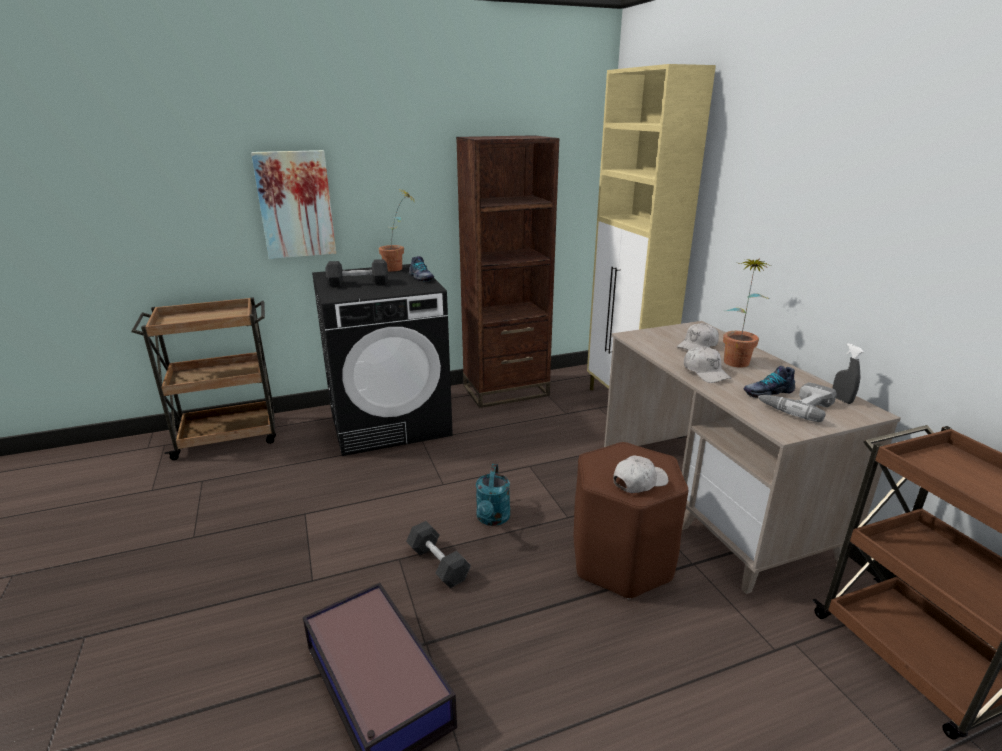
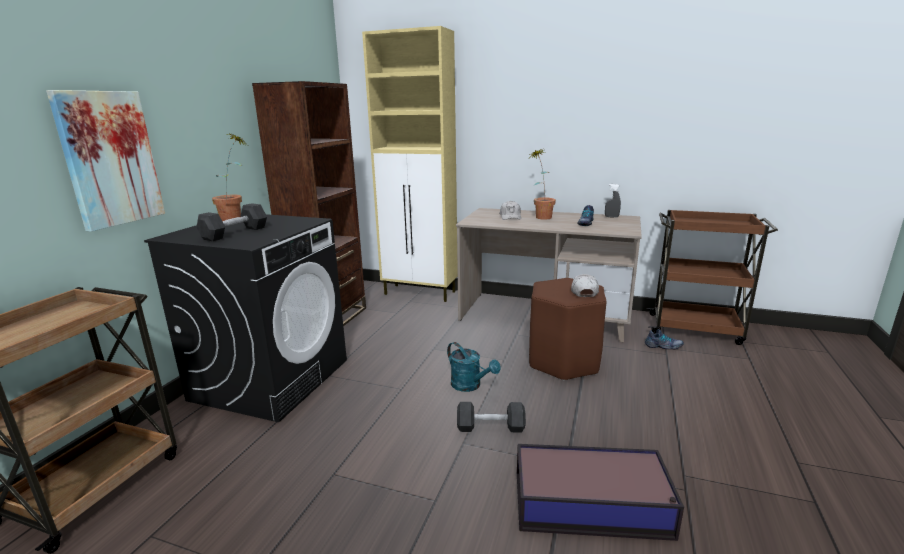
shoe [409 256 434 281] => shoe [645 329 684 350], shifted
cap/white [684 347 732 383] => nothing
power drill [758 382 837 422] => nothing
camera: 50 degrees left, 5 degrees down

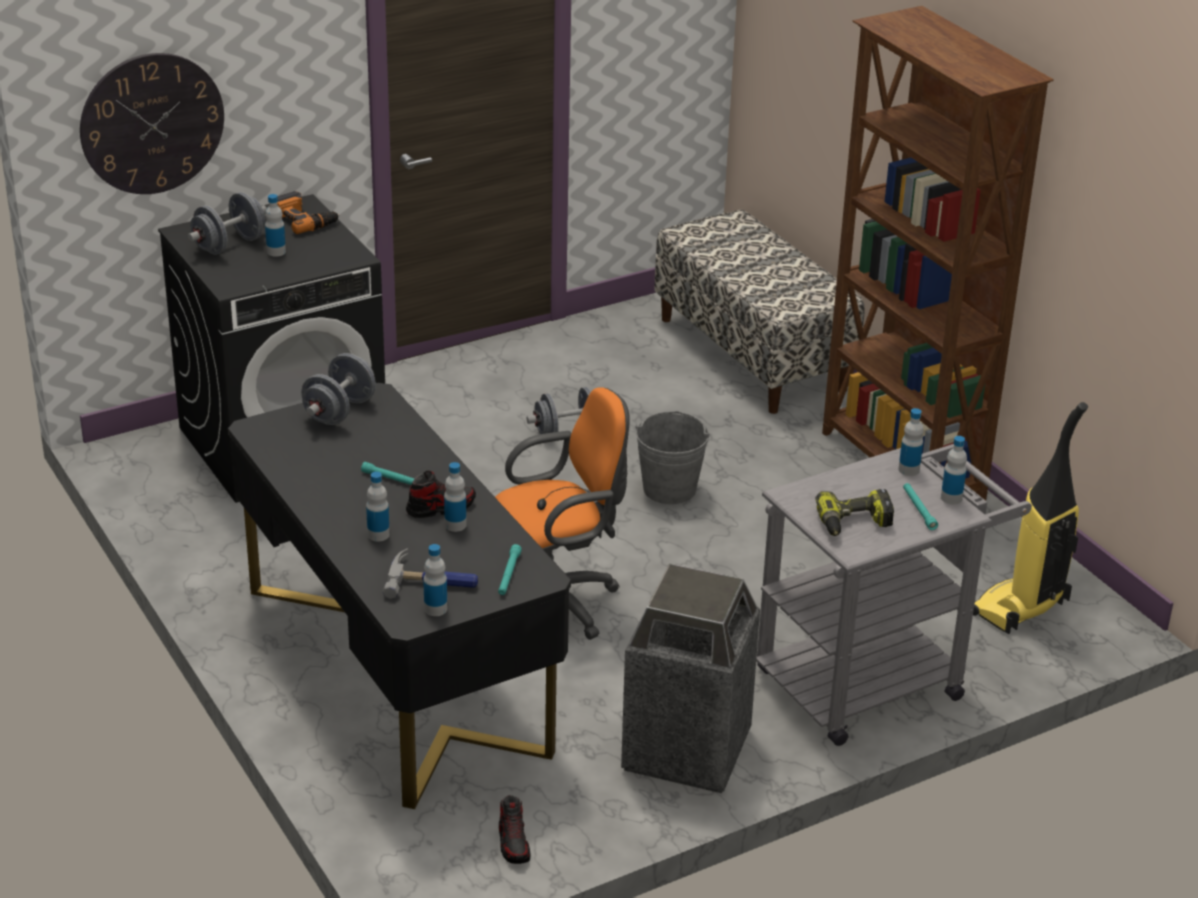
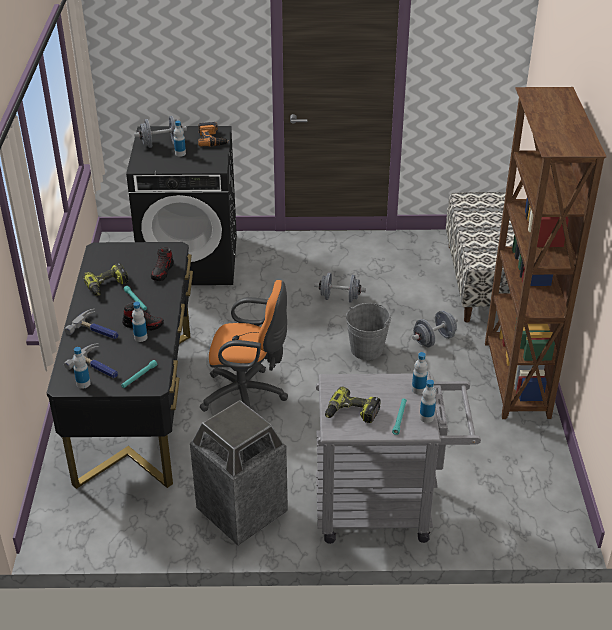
wall clock [80 53 224 194] => nothing
dumbbell/grey [301 353 376 425] => dumbbell/grey [412 310 458 347], shifted
bottle [366 472 390 542] => hammer [64 309 118 339]
shoe [499 795 531 864] => shoe [151 247 174 281], shifted
vacuum cleaner [973 402 1088 634] => nothing
nothing => power drill [82 263 129 296]
camera: 30 degrees right, 5 degrees up

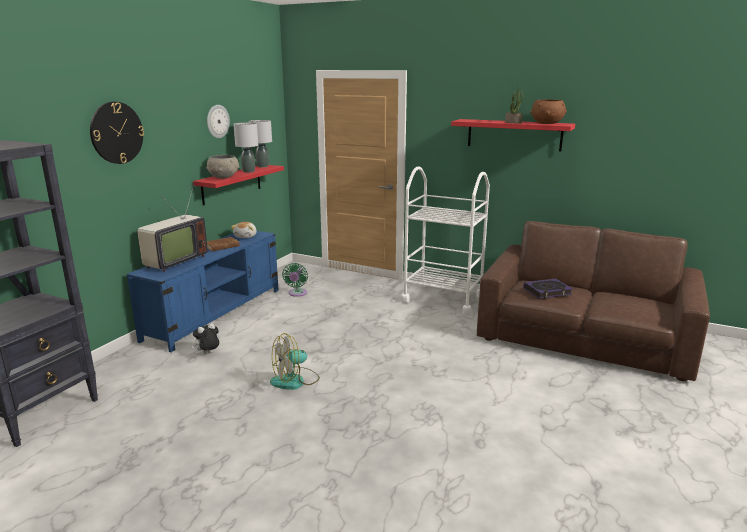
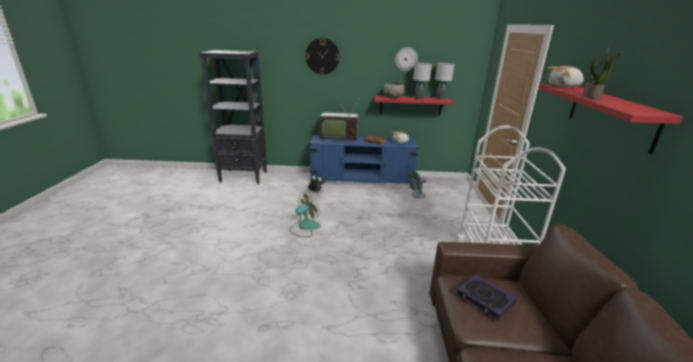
fan [270 333 320 390] => fan [289 192 321 237], 105 degrees clockwise
bowl/brown [530 100 567 124] => nothing
nothing => plush toy [547 66 584 87]
camera: 65 degrees right, 5 degrees up

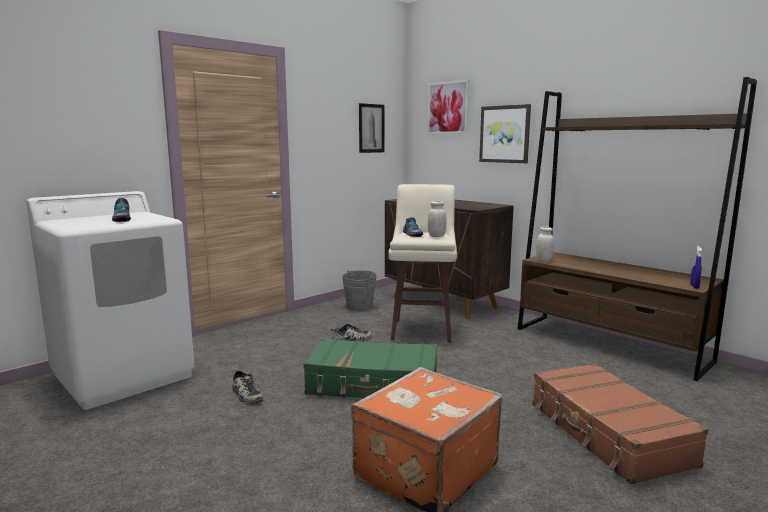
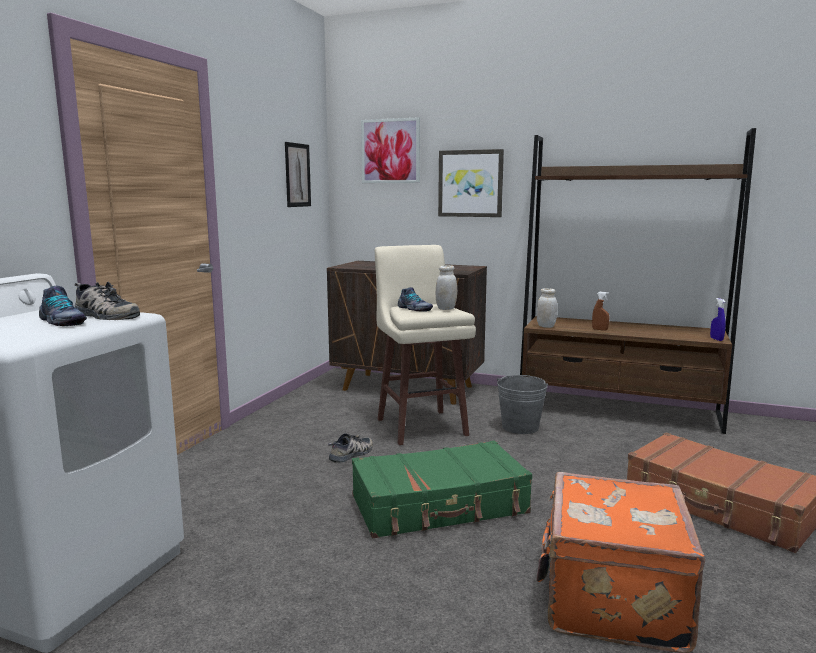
shoe [232 368 263 405] => shoe [74 282 140 320], shifted
bucket/grey [342 270 377 311] => bucket/grey [497 375 548 434], shifted
nothing => spray bottle/brown [592 292 610 331]
camera: 25 degrees left, 0 degrees up

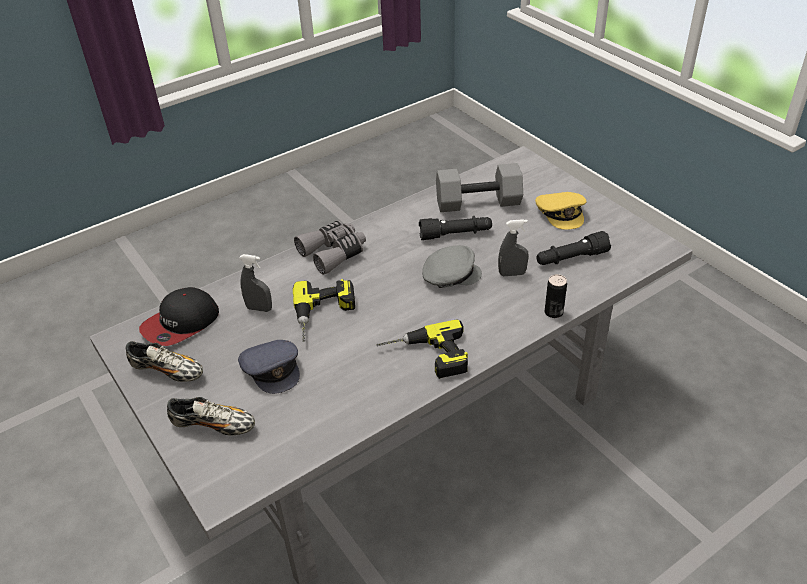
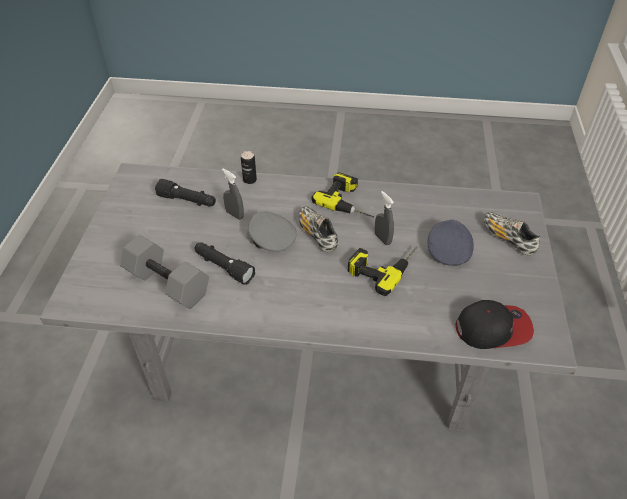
shoe [125 341 203 382] => shoe [298 206 338 252], shifted
spray bottle/grey [239 254 272 312] => spray bottle/grey [375 191 394 245], shifted
binoculars/grey [294 220 366 275] => nothing
cap/yellow [535 192 587 230] => nothing
camera: 140 degrees left, 5 degrees up

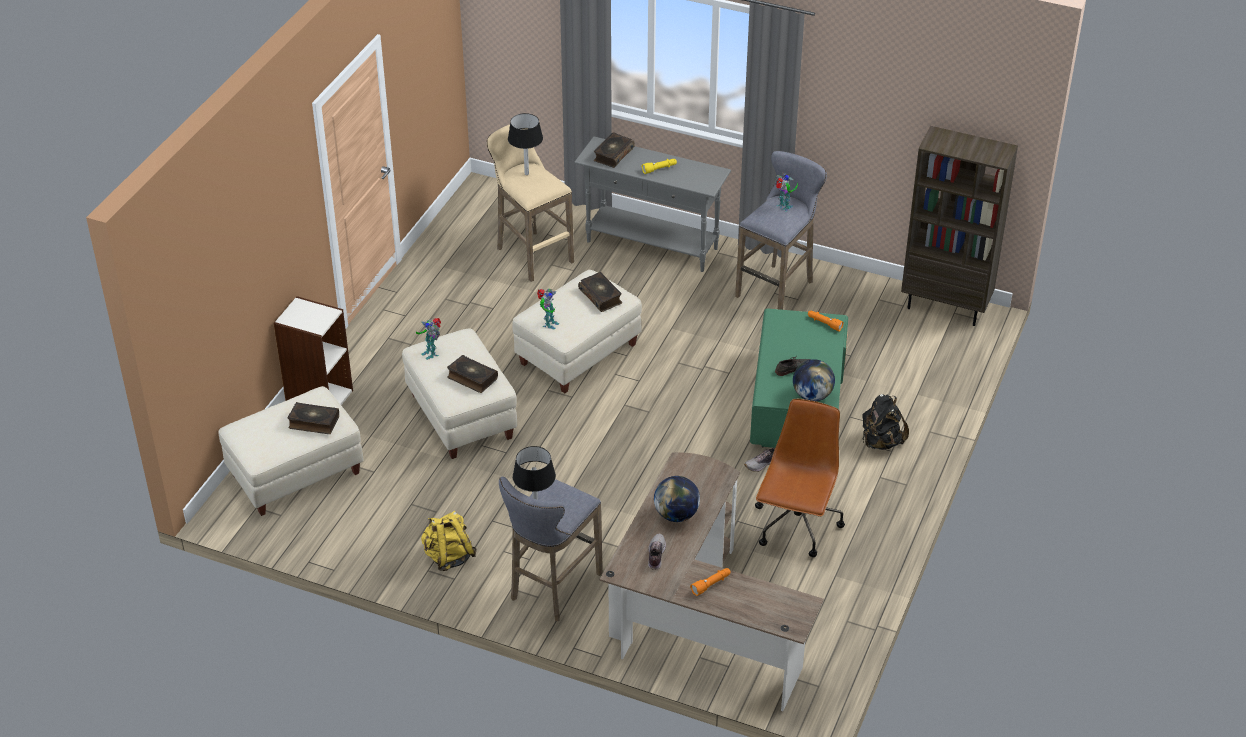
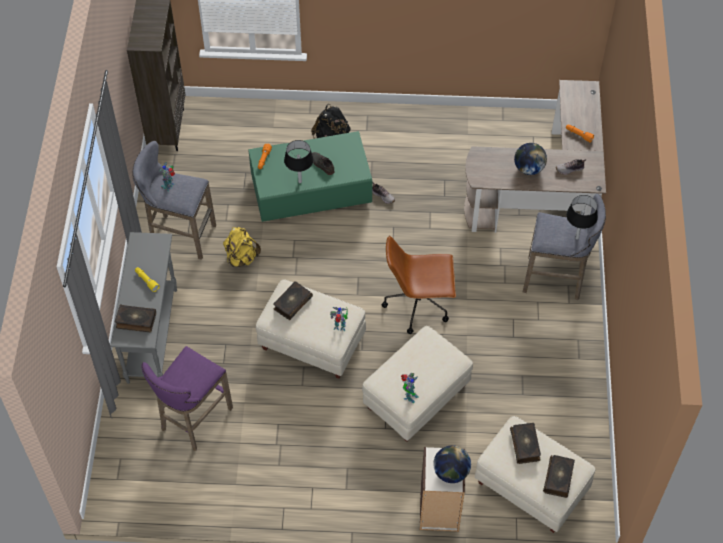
backpack/yellow [421 511 477 571] => backpack/yellow [223 227 261 267], shifted
book [447 355 498 393] => book [543 455 575 498], shifted
stool/beige [487 122 574 282] => stool/purple [141 346 233 451]
table lamp/black [508 113 543 175] => table lamp/black [284 140 314 183], shifted
office chair/brown [755 399 845 557] => office chair/brown [382 235 456 334], shifted
globe [793 359 835 401] => globe [433 445 471 483], shifted
camera: 110 degrees left, 15 degrees up

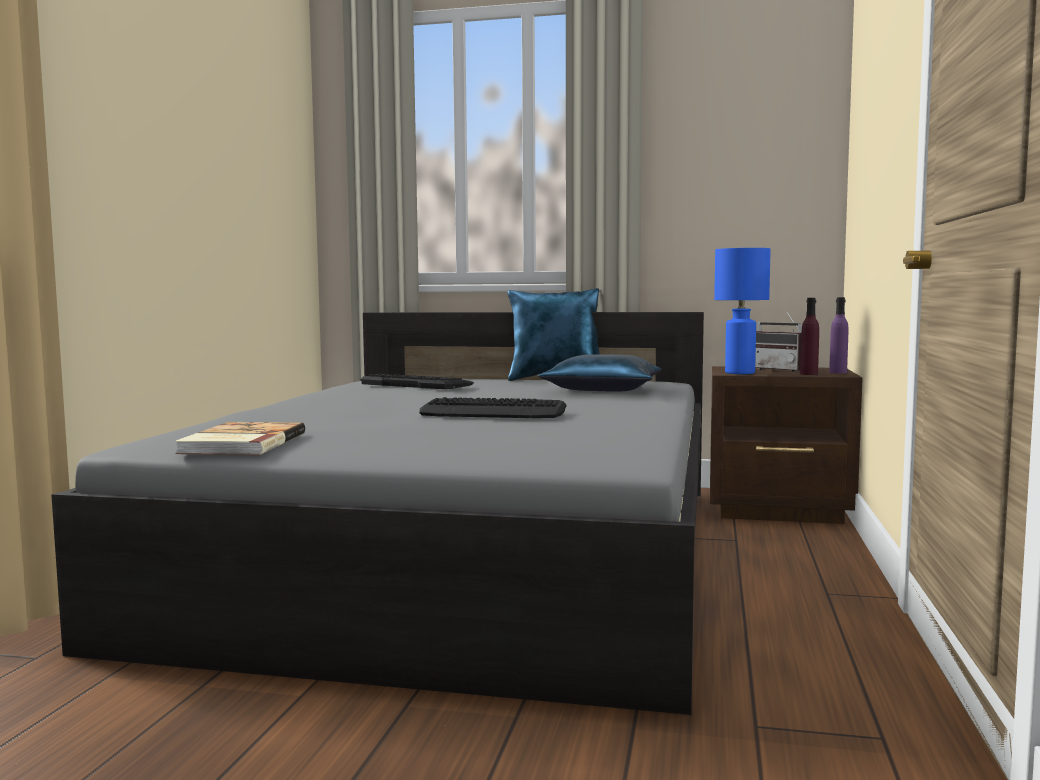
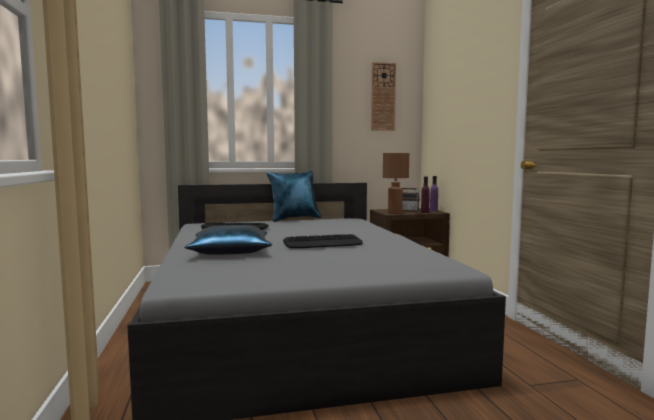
book [175 422 305 455] => nothing
pillow/blue [538 354 661 391] => pillow/blue [185 225 272 255], shifted
table lamp/blue [714 248 771 374] => table lamp/brown [383 153 409 214]
nothing => wall clock [371 62 396 131]
camera: 25 degrees left, 0 degrees up

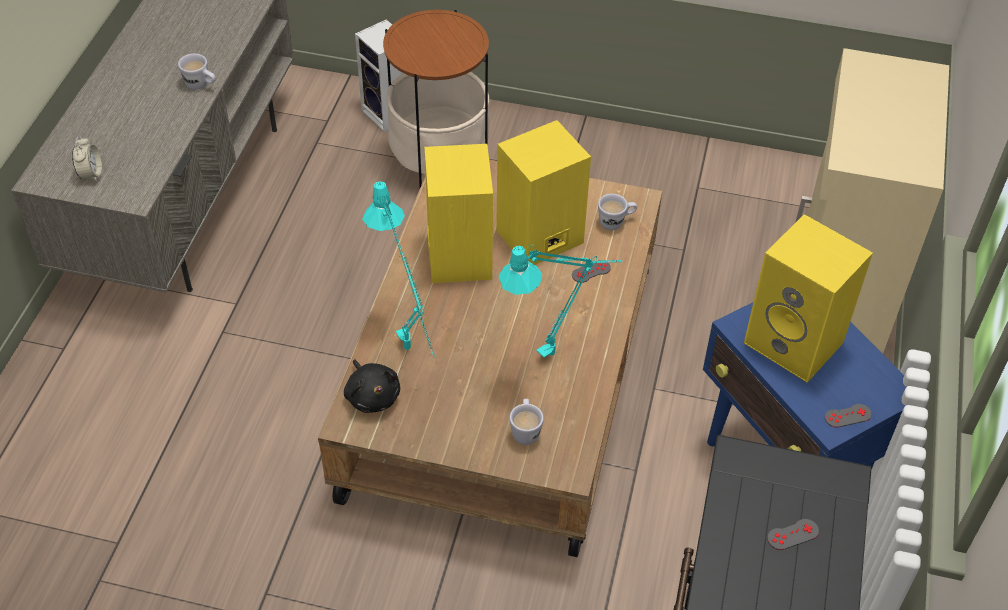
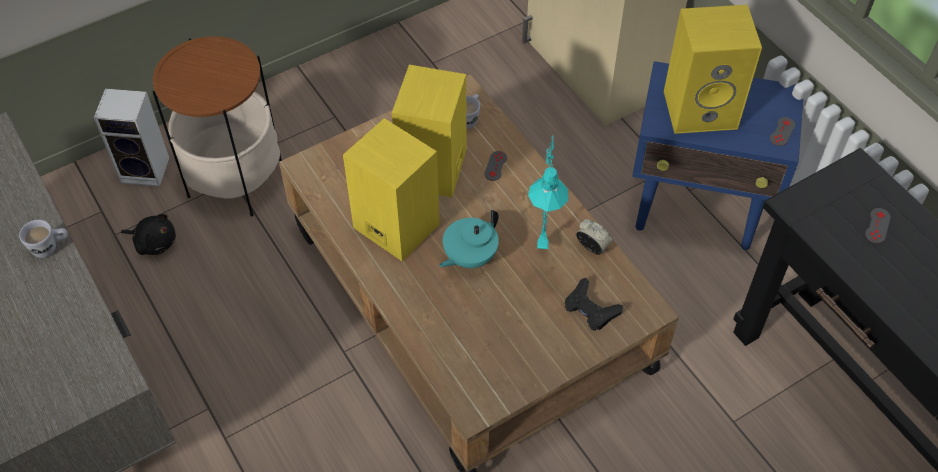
alarm clock [72 137 103 182] => alarm clock [576 219 612 255], shifted
plush toy/black [344 360 400 413] => plush toy/black [121 214 176 255], shifted
table lamp/turquoise [362 182 436 360] => nothing
mug/white [510 399 544 445] => game controller/black [565 278 623 331]
nothing => teapot/turquoise [439 210 499 268]
camera: 45 degrees left, 5 degrees up

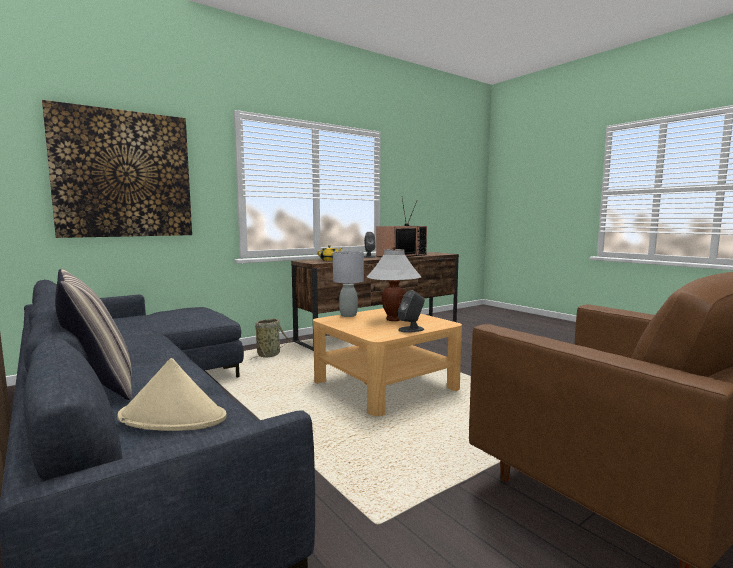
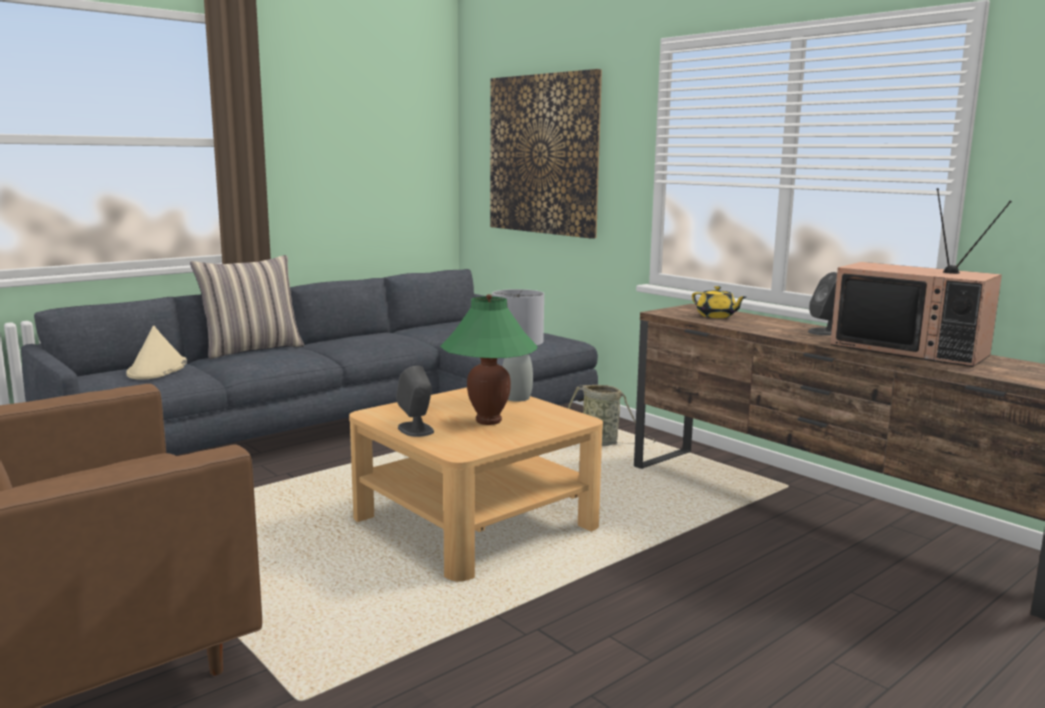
table lamp/white [367 247 421 321] => table lamp/green [440 294 537 425]
camera: 85 degrees right, 5 degrees up

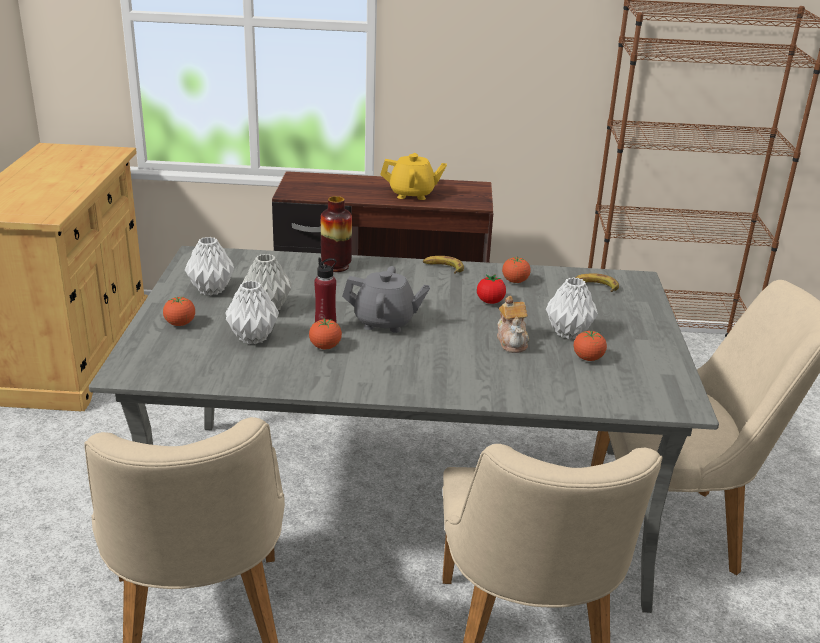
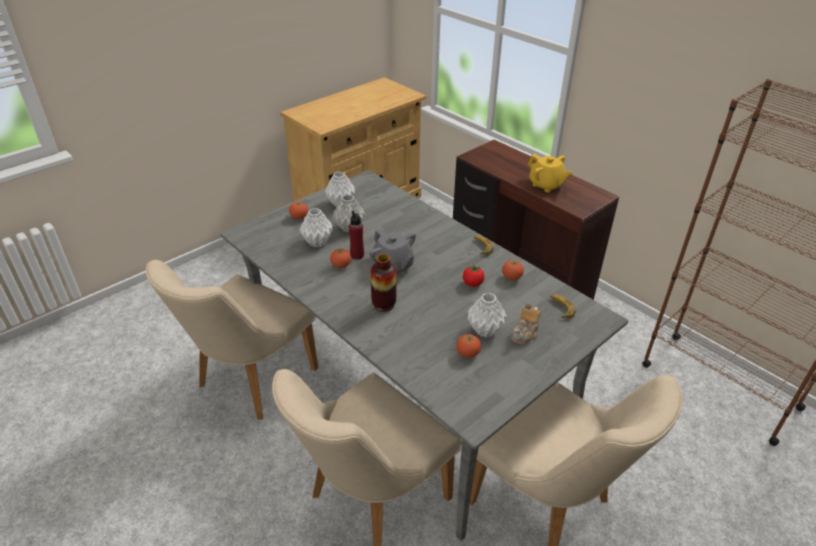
vase [321 196 352 272] => vase [370 254 396 312], shifted
teapot [497 296 529 353] => teapot [511 303 541 345], shifted
camera: 45 degrees right, 10 degrees up

